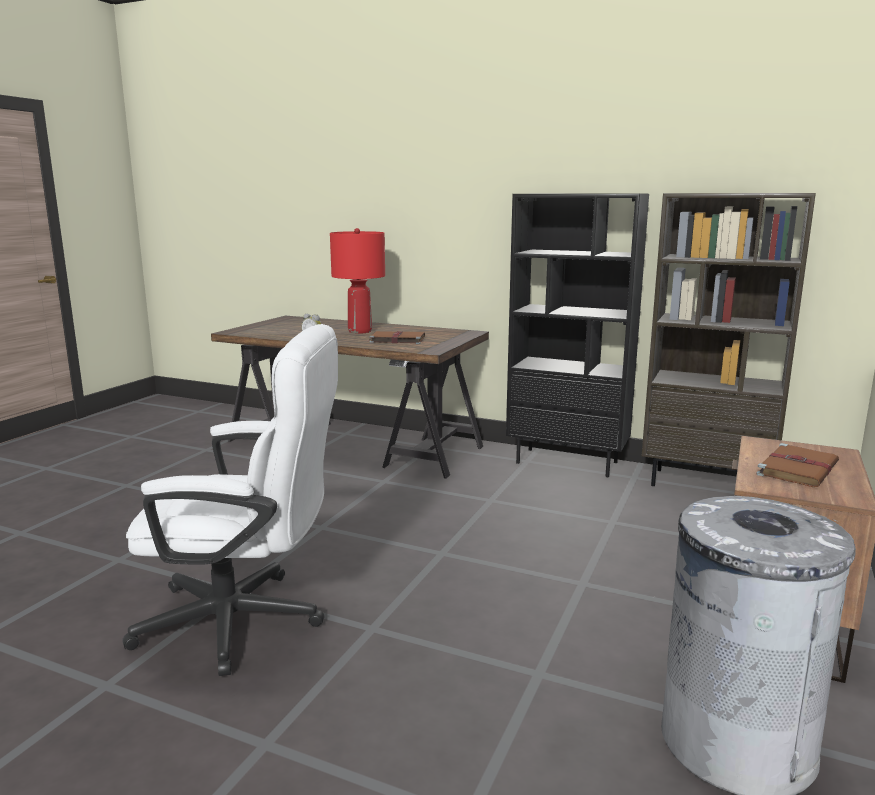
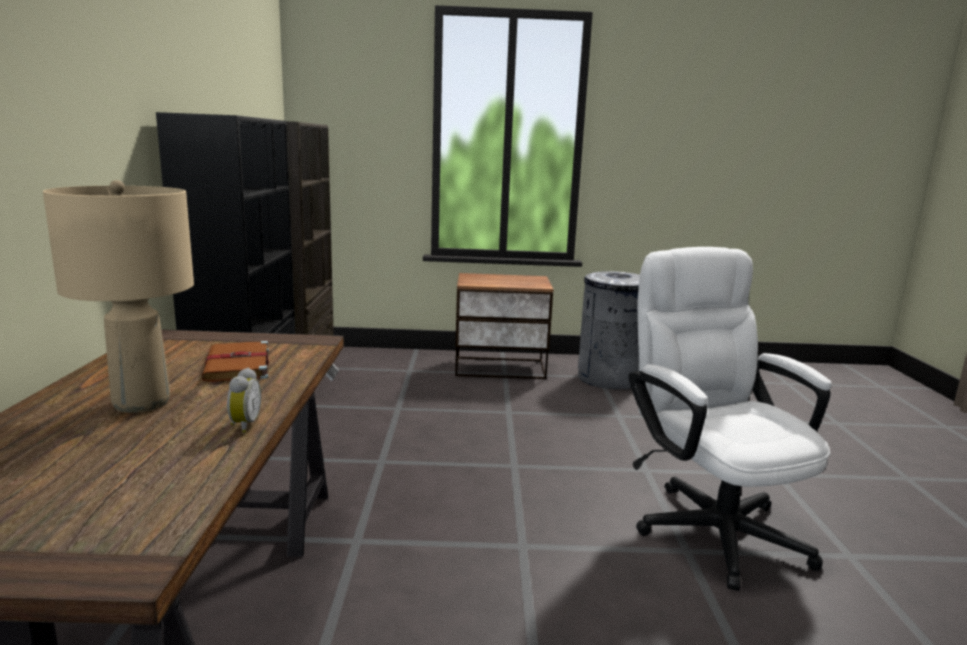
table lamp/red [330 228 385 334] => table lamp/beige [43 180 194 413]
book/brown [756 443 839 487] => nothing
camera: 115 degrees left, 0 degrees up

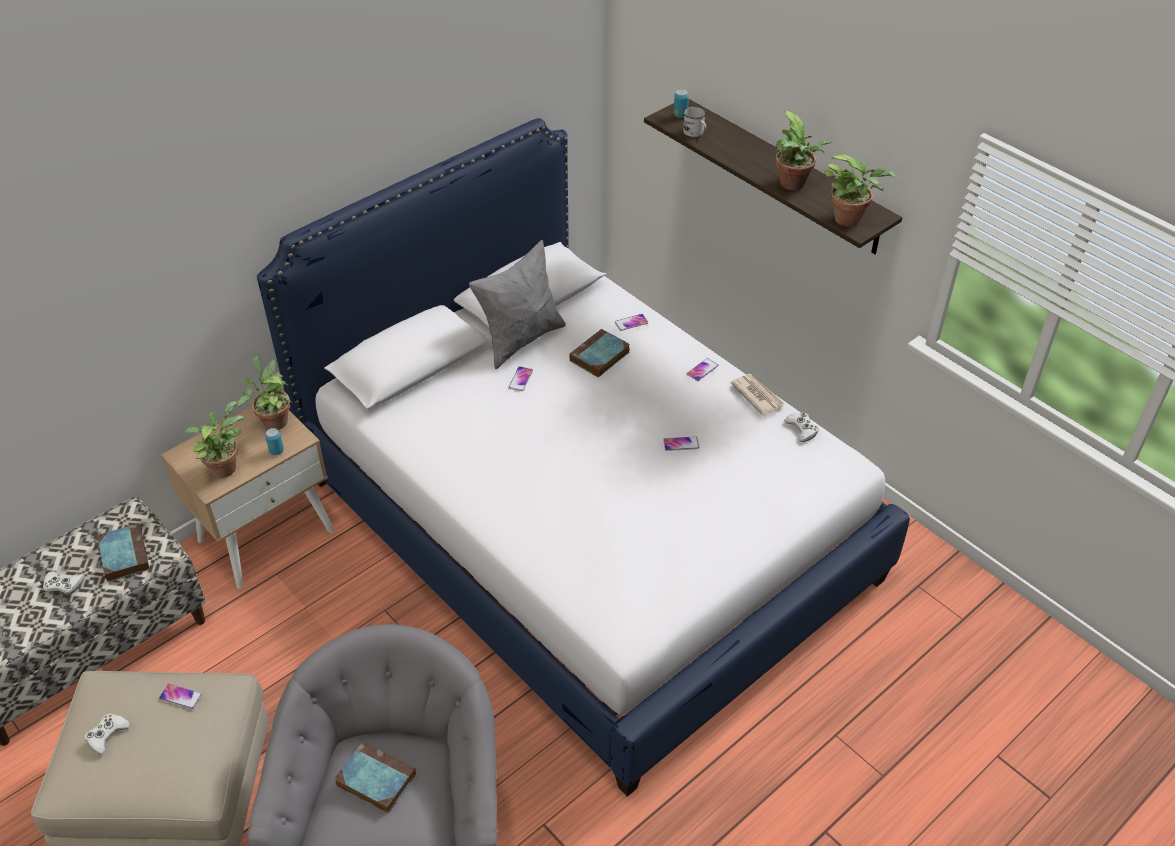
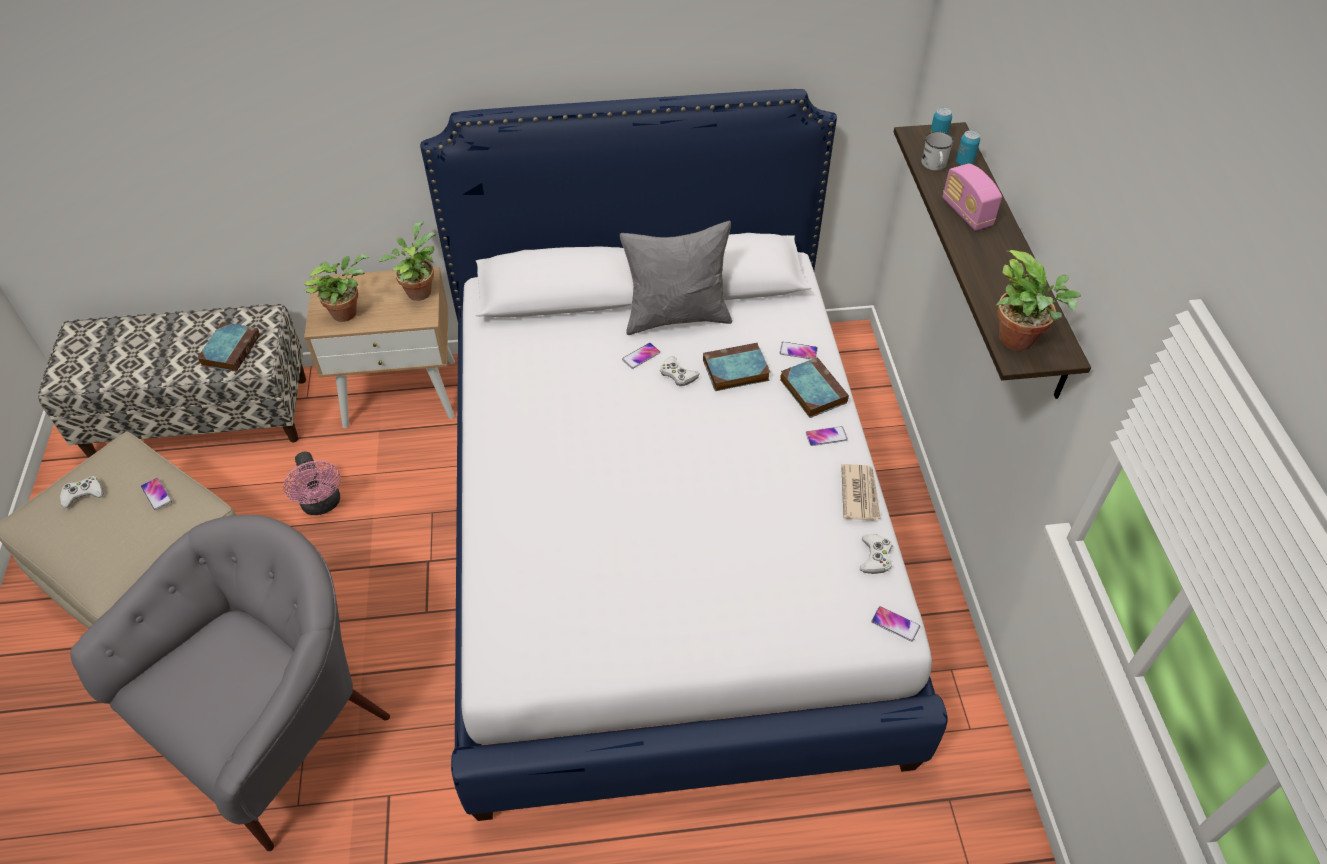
game controller/white [43 571 84 595] => game controller/white [660 356 700 386], shifted
can [265 428 284 455] => can [956 130 980 166], shifted
book [335 741 416 814] => book [780 357 849 418], shifted
phone [663 436 699 451] => phone [872 606 920 642], shifted
potted plant [775 111 831 190] => nothing
nothing => fan/pink [284 452 341 515]
nothing => radio [942 164 1002 231]
camera: 35 degrees right, 5 degrees up

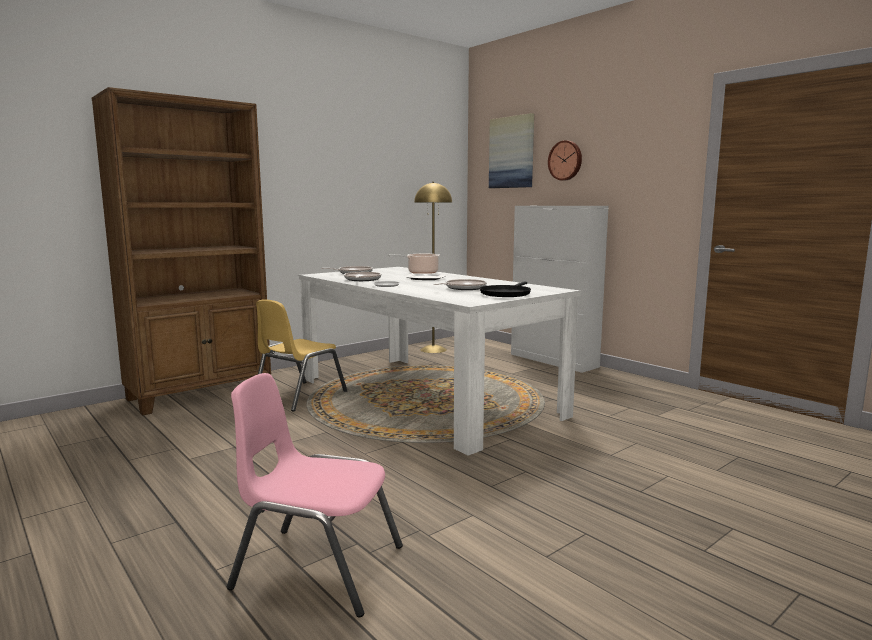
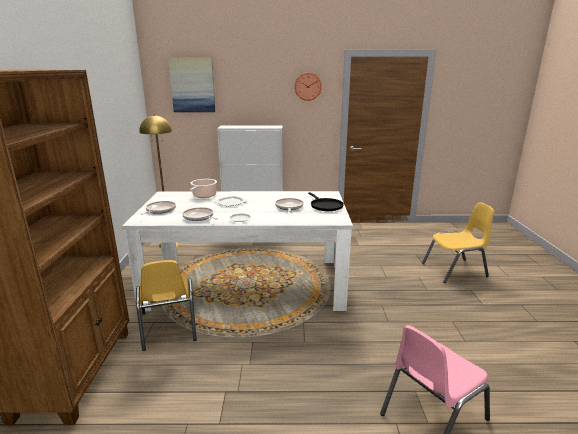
wall clock [548 140 582 181] => wall clock [295 72 322 101], shifted
nothing => chair/yellow [422 202 495 283]
camera: 50 degrees left, 10 degrees up

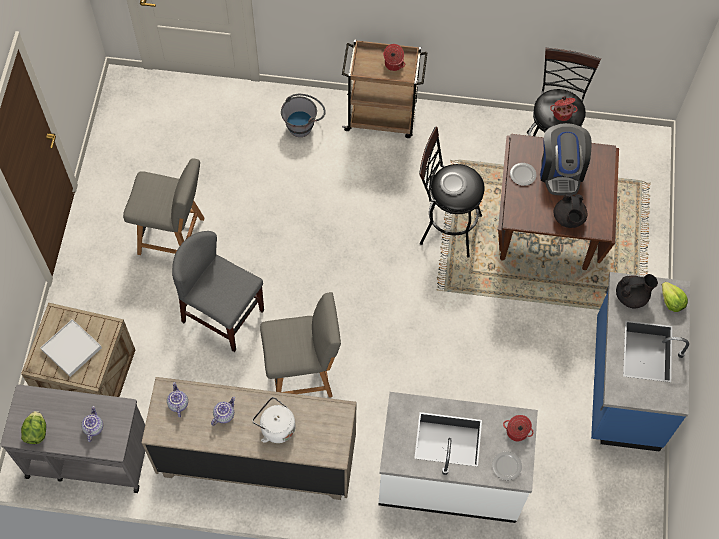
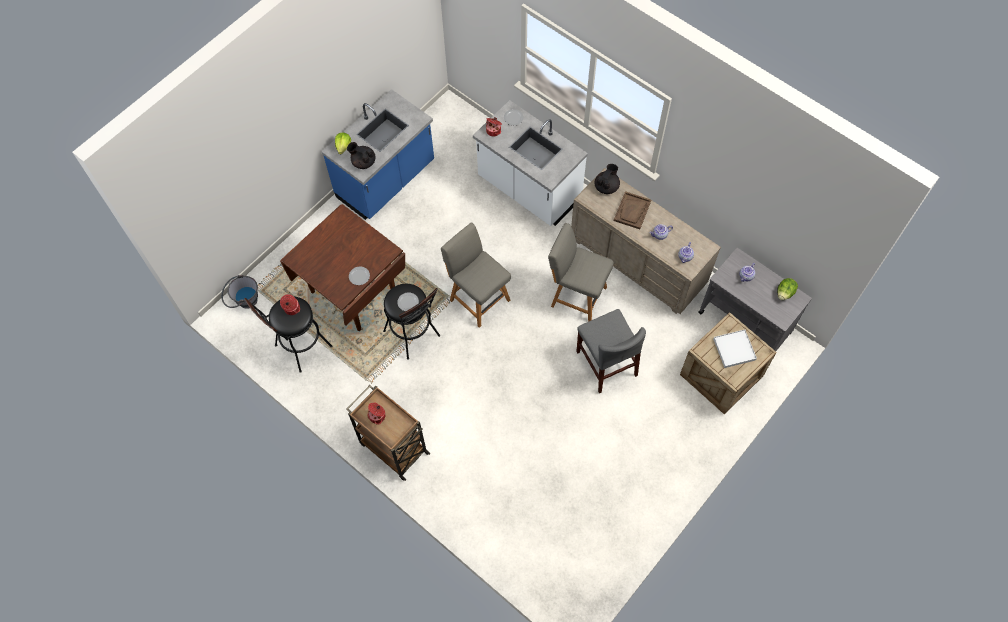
chair/grey [123 159 205 255] => chair/grey [441 222 511 328], shifted
kettle/white [252 397 296 443] => tray/brown [614 191 651 229]
bucket/grey [281 94 326 137] => bucket/grey [221 275 258 309], shifted
coffee machine [540 123 591 195] => nothing
teapot/black [554 193 587 228] => teapot/black [594 164 620 194], shifted
camera: 145 degrees left, 0 degrees up

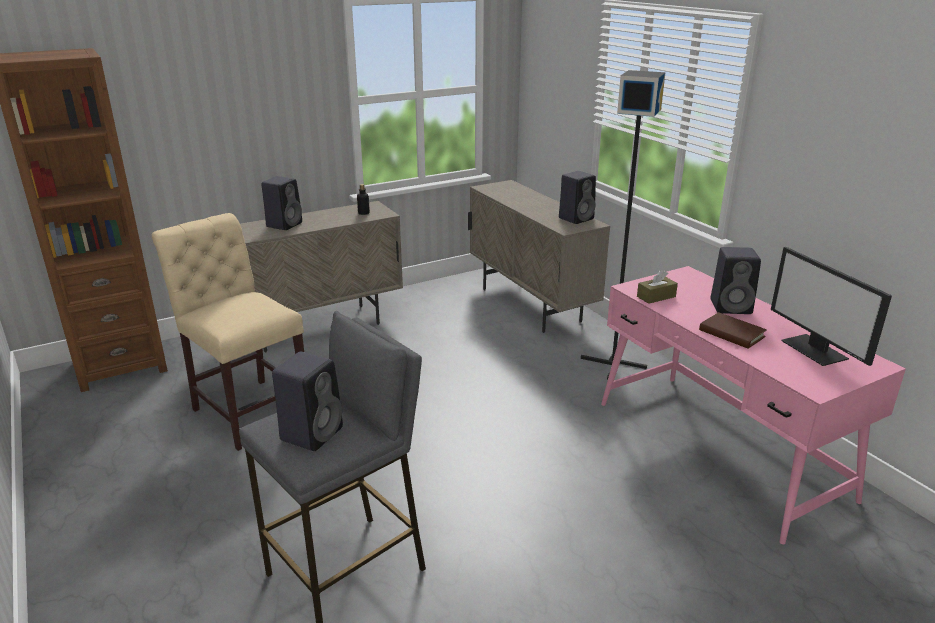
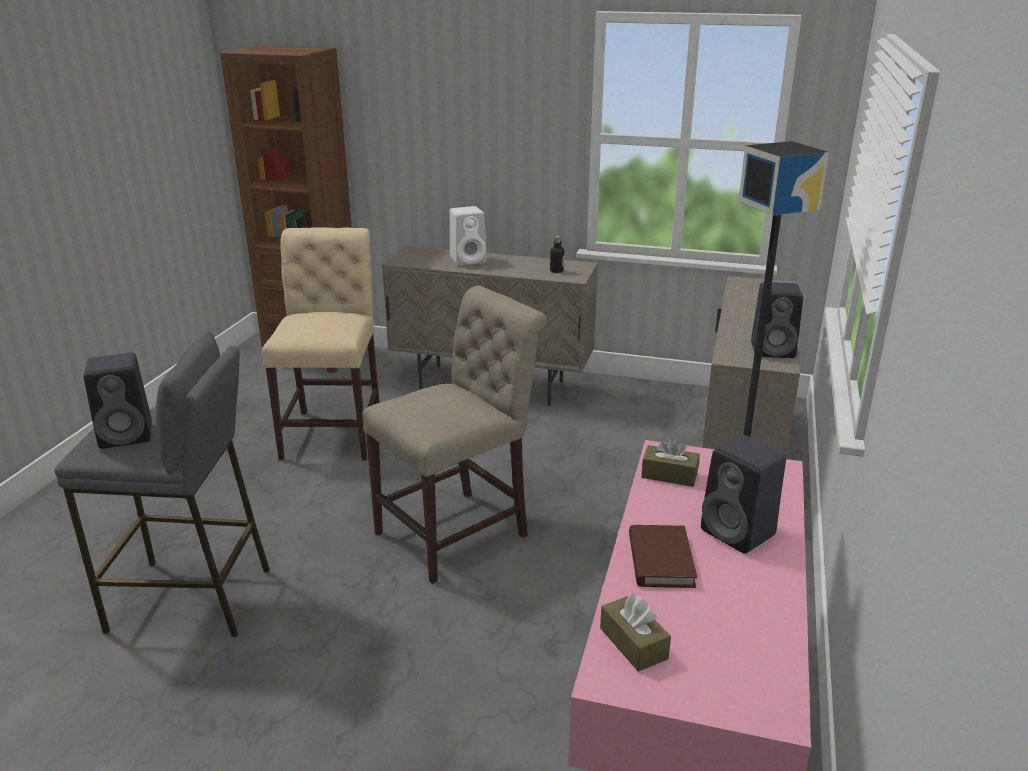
speaker/black [261 176 302 230] => speaker/white [450 206 487 266]
monitor [771 247 892 366] => nothing
nothing => chair/beige [362 286 547 584]
nothing => tissue box/brown [600 593 671 672]
camera: 45 degrees right, 0 degrees up

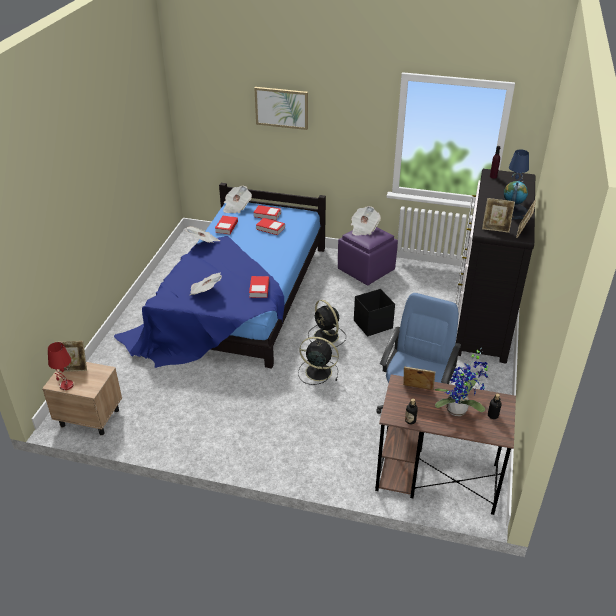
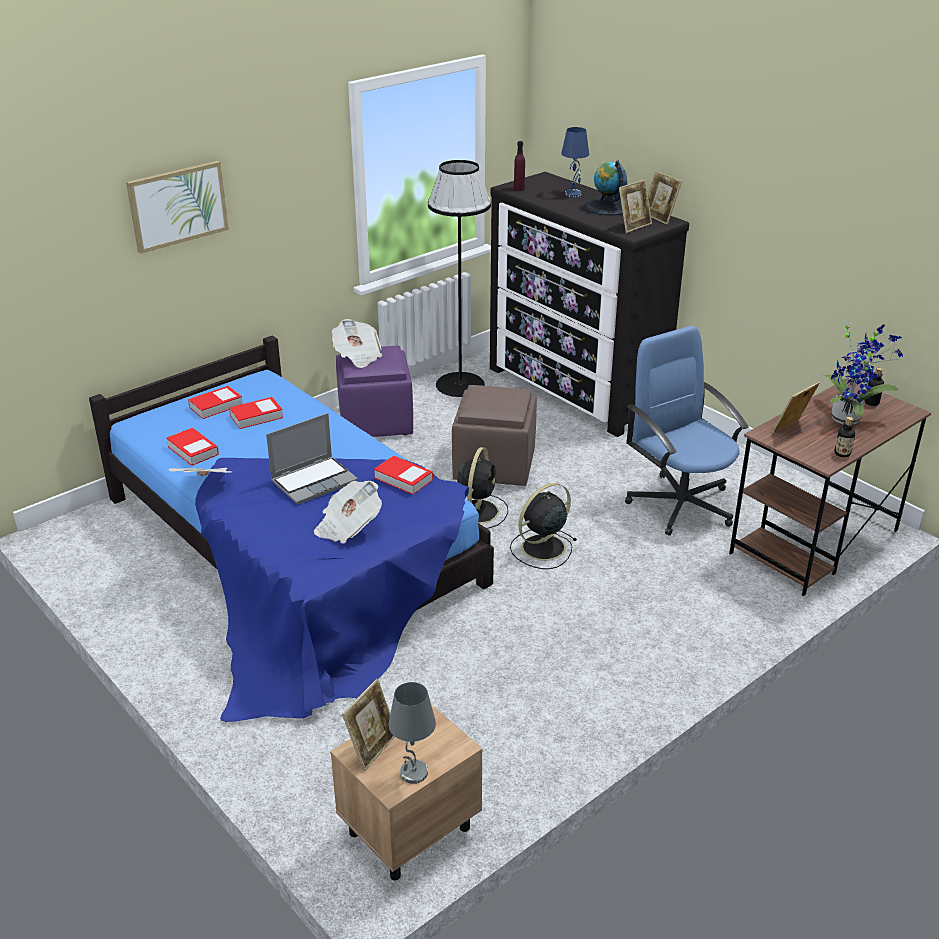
table lamp/red [48 342 73 390] => table lamp/grey [388 682 436 784]
newspaper [223 186 252 213] => nothing
fan/black [308 300 346 348] => fan/black [457 447 508 529], 75 degrees counterclockwise
storage box/black [354 289 395 337] => ottoman/brown [452 385 537 486]
nothing => laptop [266 413 358 505]
nothing => floor lamp/black [428 160 491 397]
camera: 55 degrees left, 5 degrees down

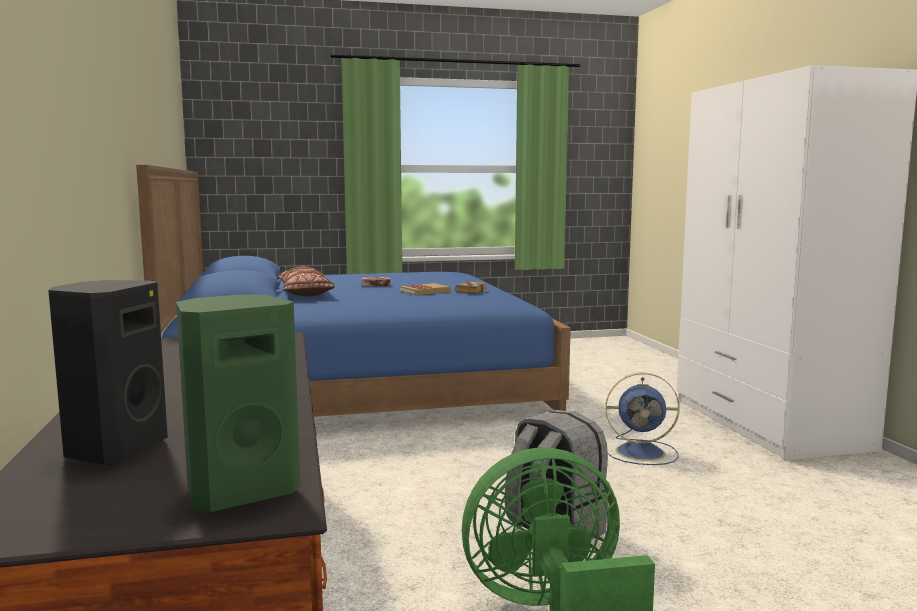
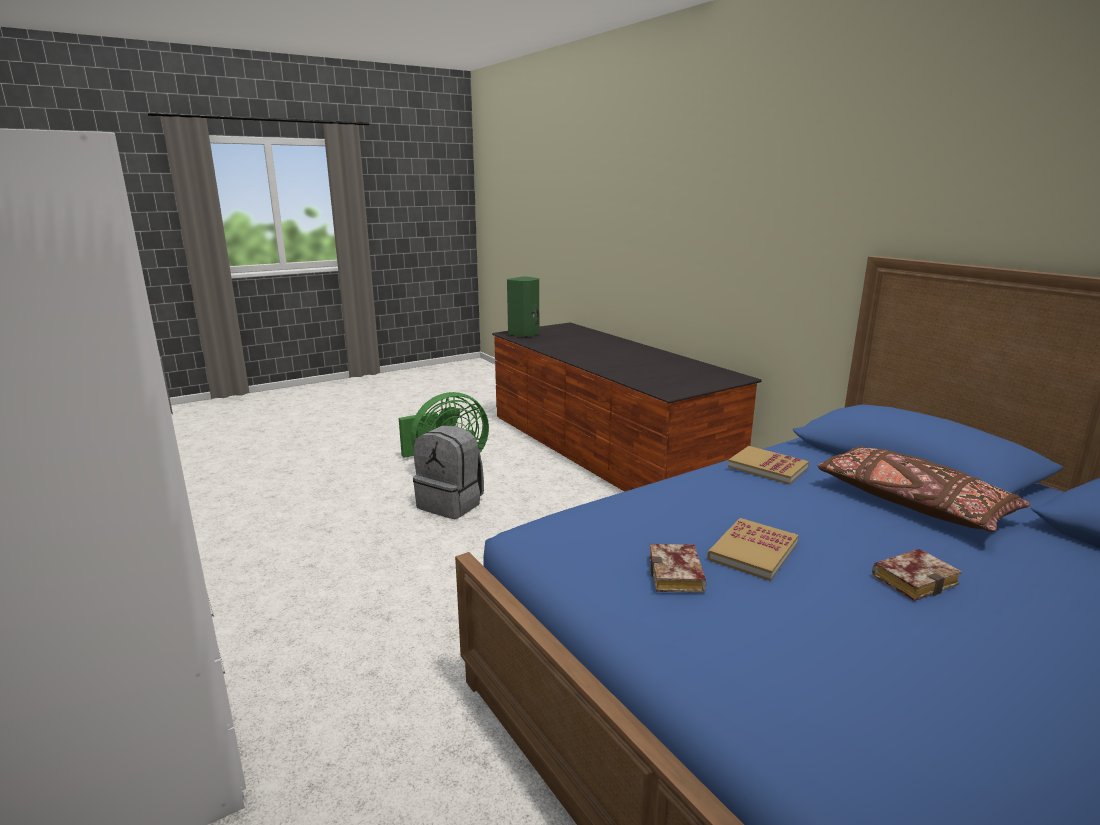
speaker/black [48 280 168 465] => nothing
fan/blue [605 373 680 465] => nothing
nothing => book [728 446 809 485]
camera: 160 degrees right, 10 degrees up

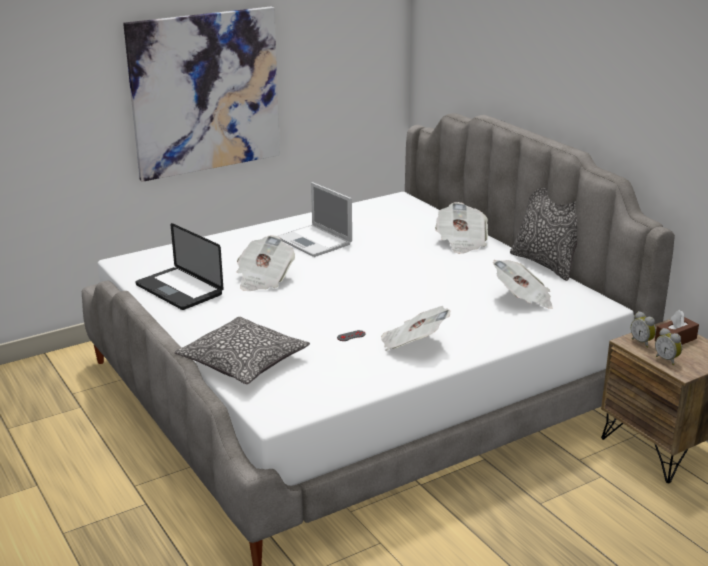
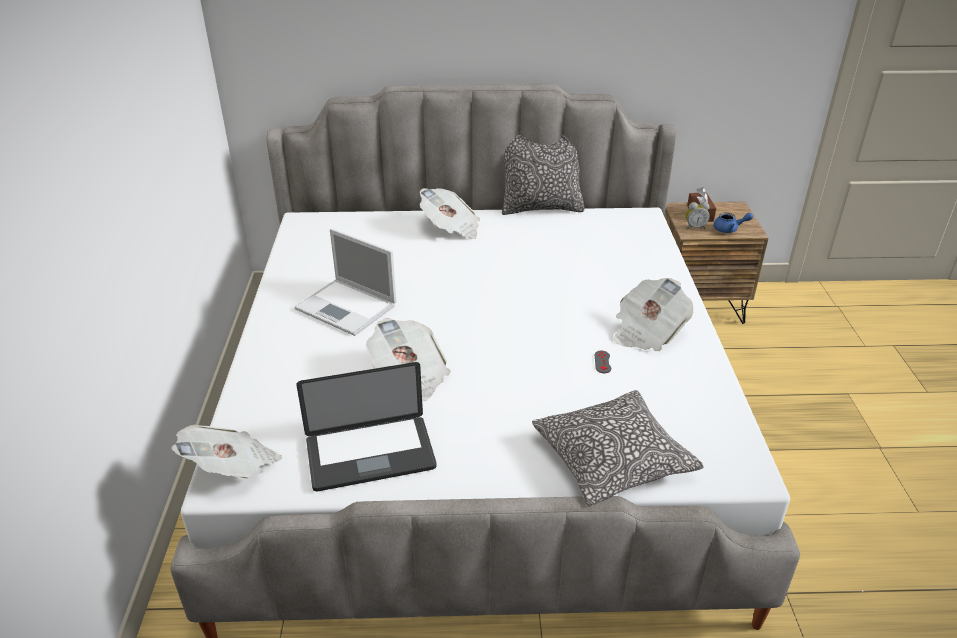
picture [123 7 280 182] => nothing
laptop [278 182 352 257] => laptop [294 228 396 336], 45 degrees clockwise
newspaper [493 260 553 309] => newspaper [171 425 282 479], shifted
alarm clock [655 328 682 365] => teapot/blue [713 212 753 233]
camera: 60 degrees left, 10 degrees up

